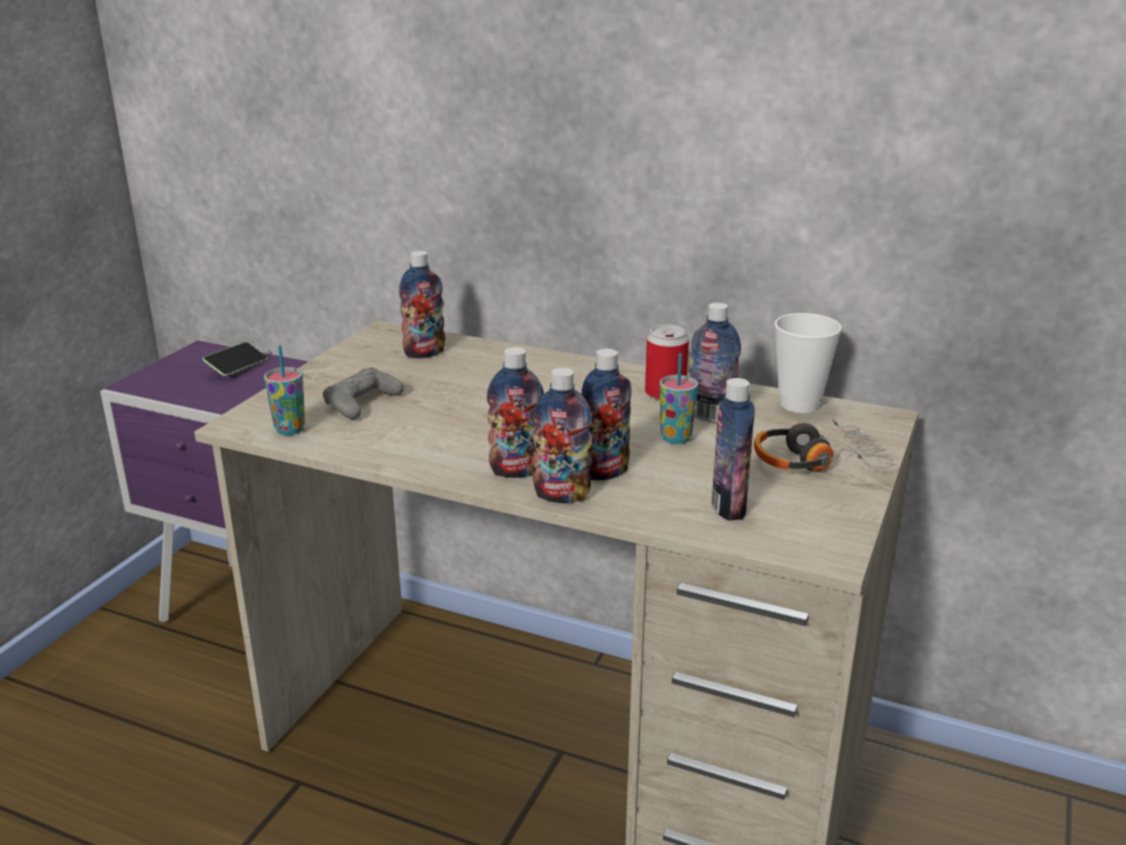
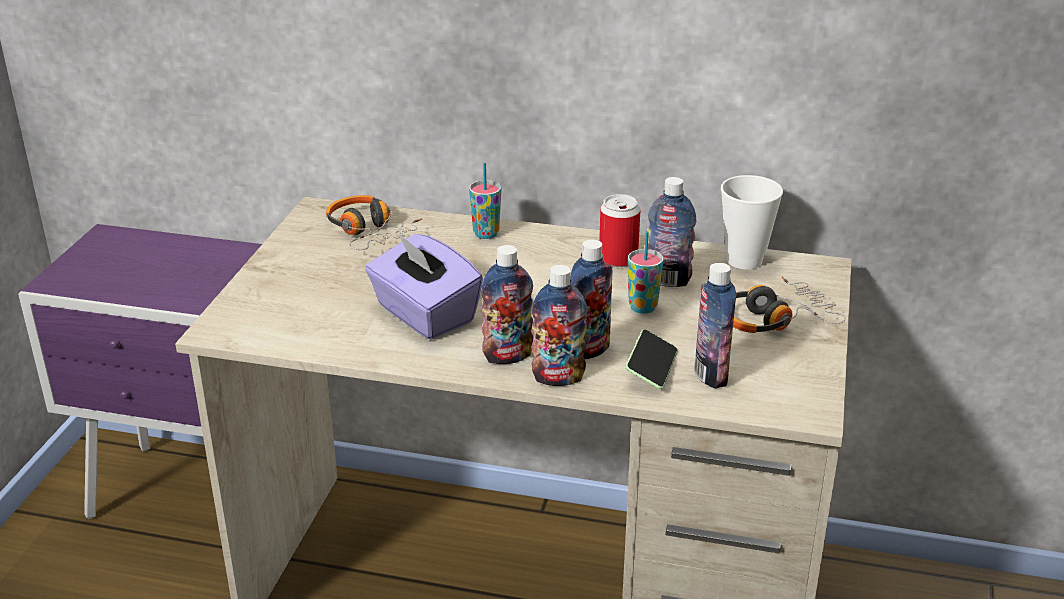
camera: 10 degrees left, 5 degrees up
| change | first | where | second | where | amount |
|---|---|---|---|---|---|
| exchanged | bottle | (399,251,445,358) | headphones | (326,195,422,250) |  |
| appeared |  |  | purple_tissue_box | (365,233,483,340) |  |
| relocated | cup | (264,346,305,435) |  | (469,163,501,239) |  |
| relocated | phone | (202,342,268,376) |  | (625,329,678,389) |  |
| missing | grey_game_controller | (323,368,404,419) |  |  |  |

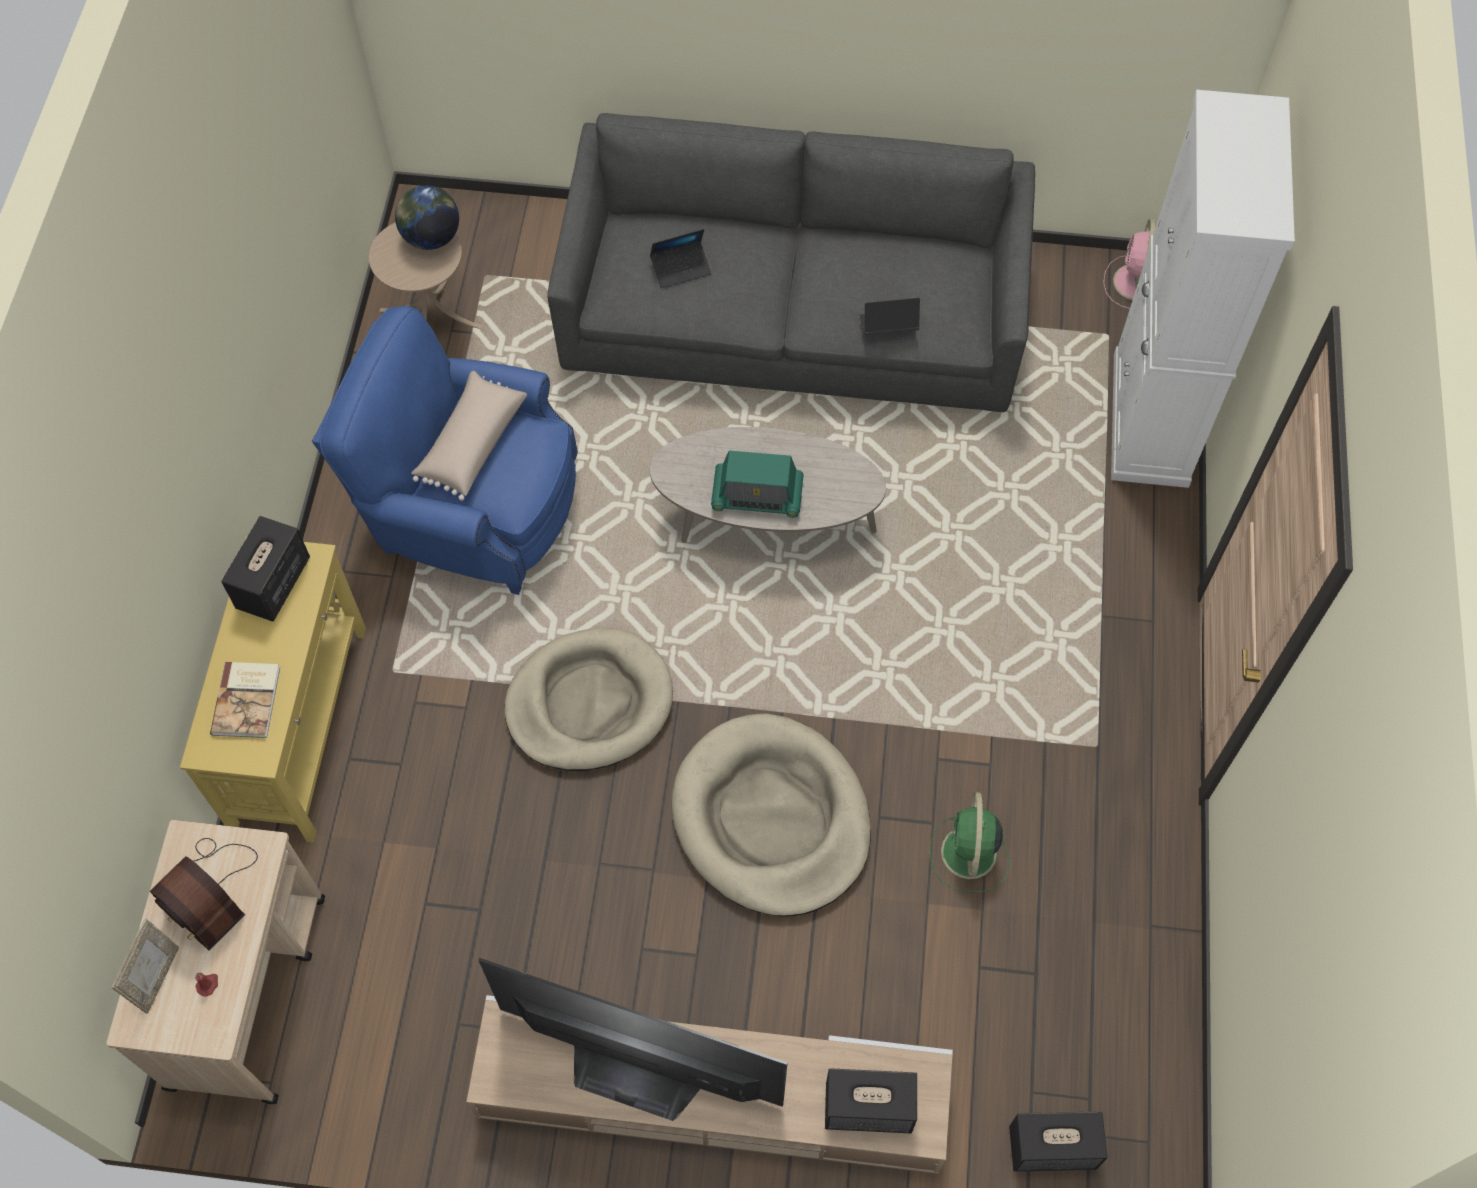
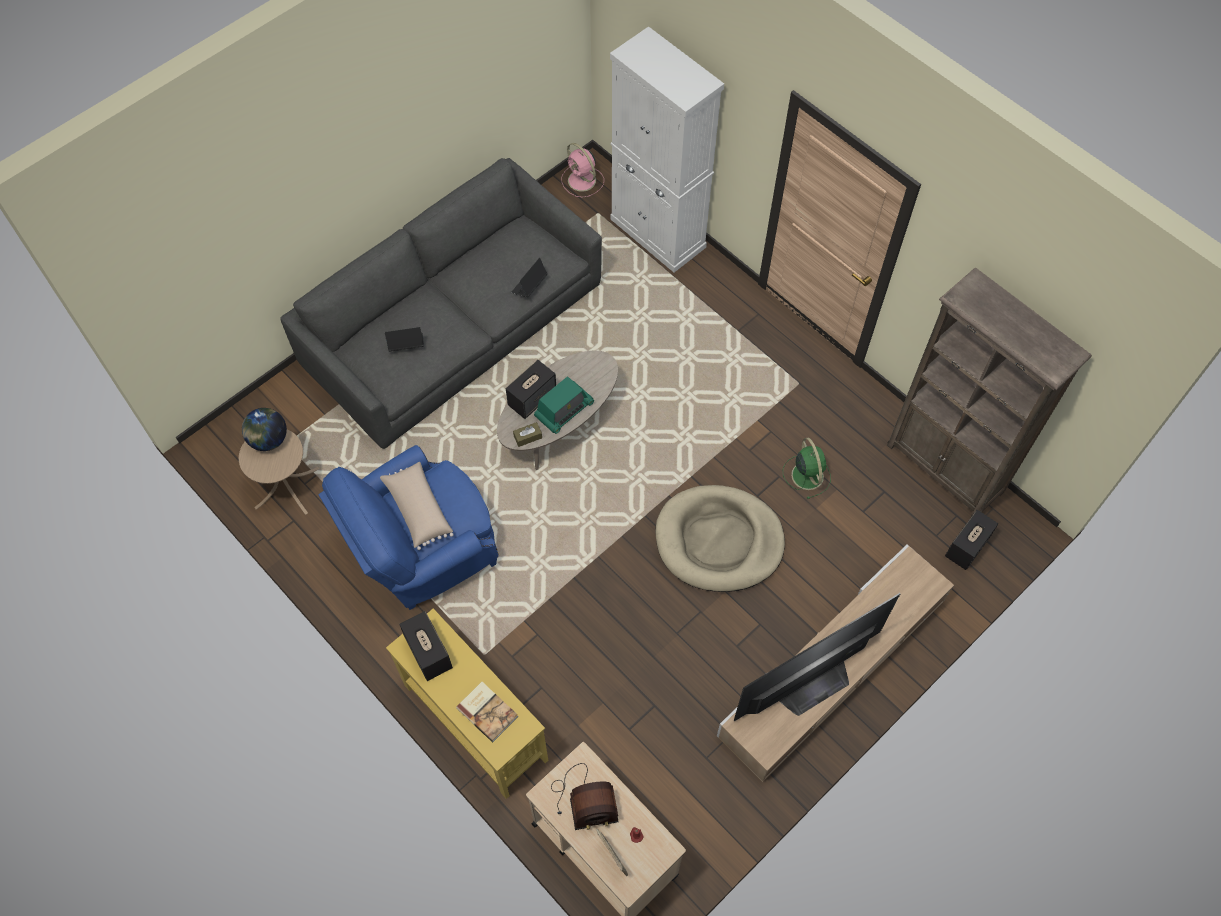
camera: 50 degrees left, 0 degrees up
| change | first | where | second | where | amount |
|---|---|---|---|---|---|
| spun | laptop | (650,229,712,288) |  | (385,327,424,352) | 120 degrees counterclockwise |
| relocated | speaker | (825,1068,917,1133) |  | (506,360,556,419) |  |
| appeared |  |  | brown_tissue_box | (513,422,542,447) |  |
| spun | green_fan | (930,792,1009,892) |  | (783,438,831,499) | 150 degrees counterclockwise |
| appeared |  |  | brown_bookcase | (887,268,1092,517) |  |
| missing | beige_dog_bed | (505,628,673,771) |  |  |  |

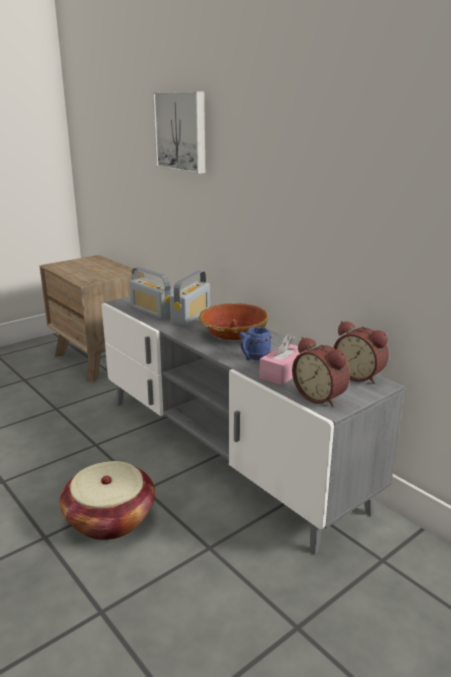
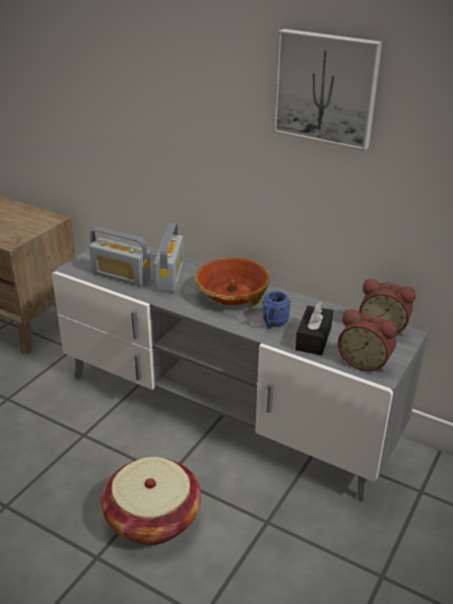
camera: 20 degrees left, 10 degrees up
| change | first | where | second | where | amount |
|---|---|---|---|---|---|
| relocated | picture | (153,91,205,174) |  | (273,29,382,151) |  |
| colour | pink_tissue_box | (259,335,307,386) | black_tissue_box | (295,301,333,355) |  |

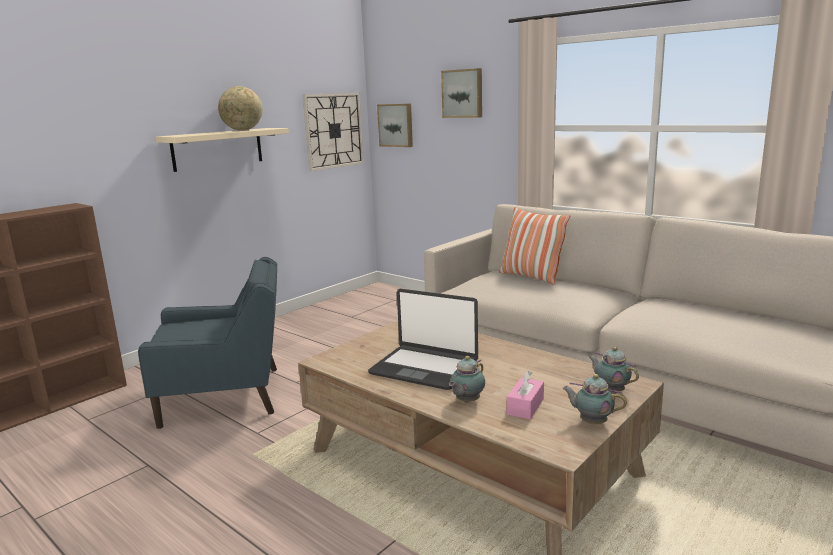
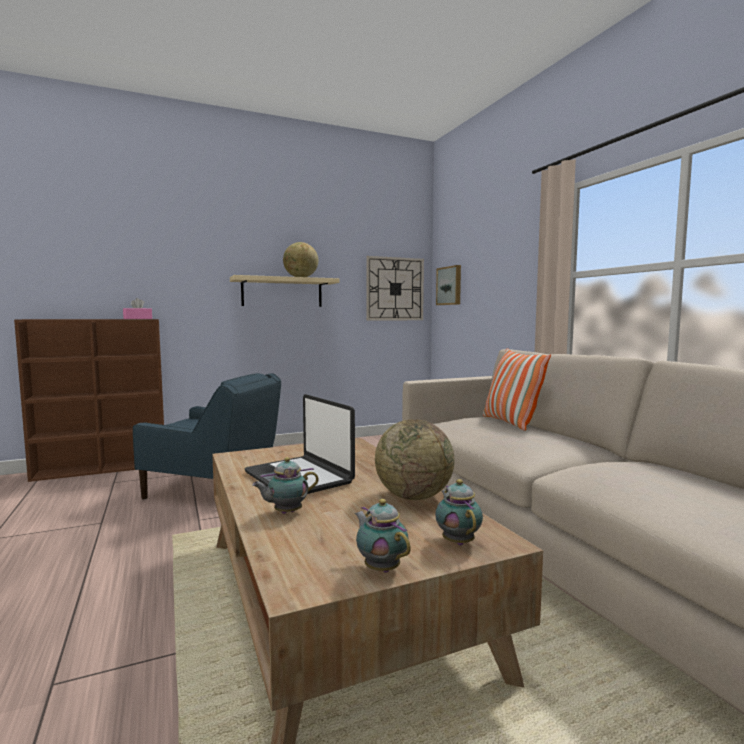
camera: 25 degrees right, 10 degrees down
| change | first | where | second | where | amount |
|---|---|---|---|---|---|
| relocated | pink_tissue_box | (507,371,544,419) |  | (123,298,152,319) |  |
| appeared |  |  | globe | (375,419,455,500) |  |
| missing | picture | (441,68,482,118) |  |  |  |

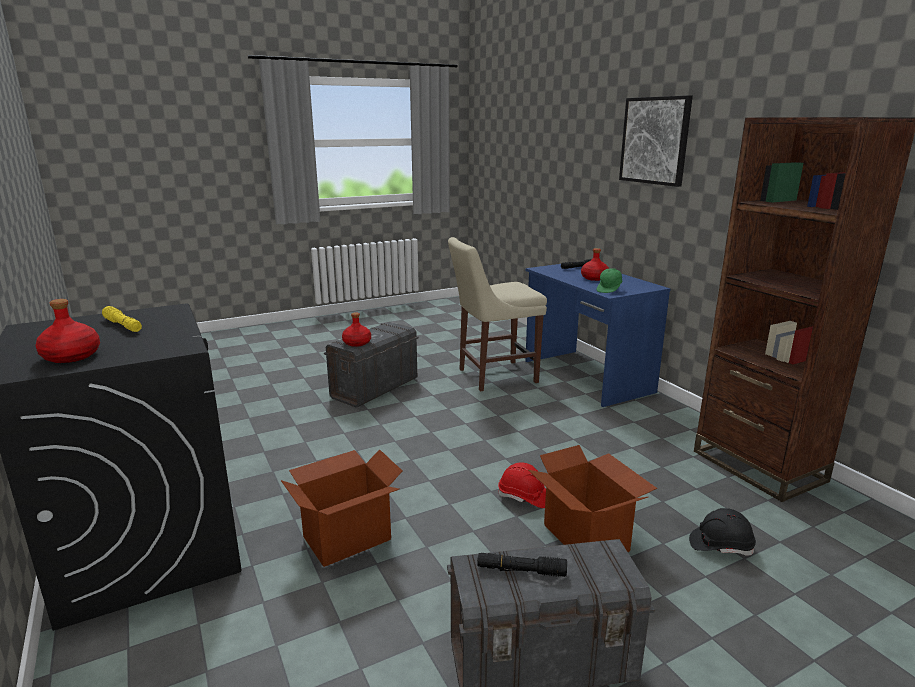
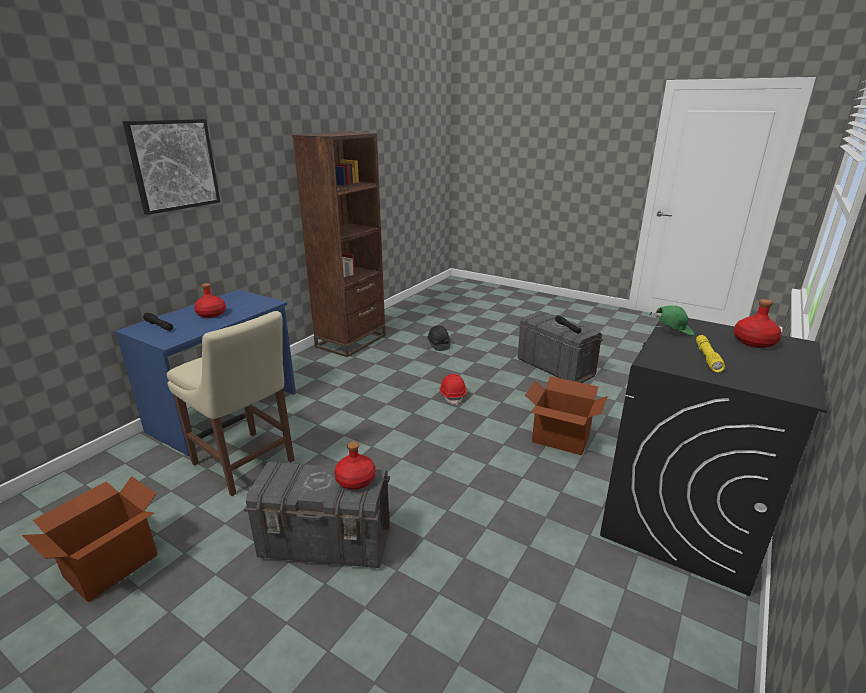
camera: 120 degrees left, 5 degrees up
| change | first | where | second | where | amount |
|---|---|---|---|---|---|
| relocated | cardboard_box | (528,445,657,552) |  | (22,476,158,602) |  |
| relocated | green_cap | (597,268,622,293) |  | (650,306,694,336) |  |

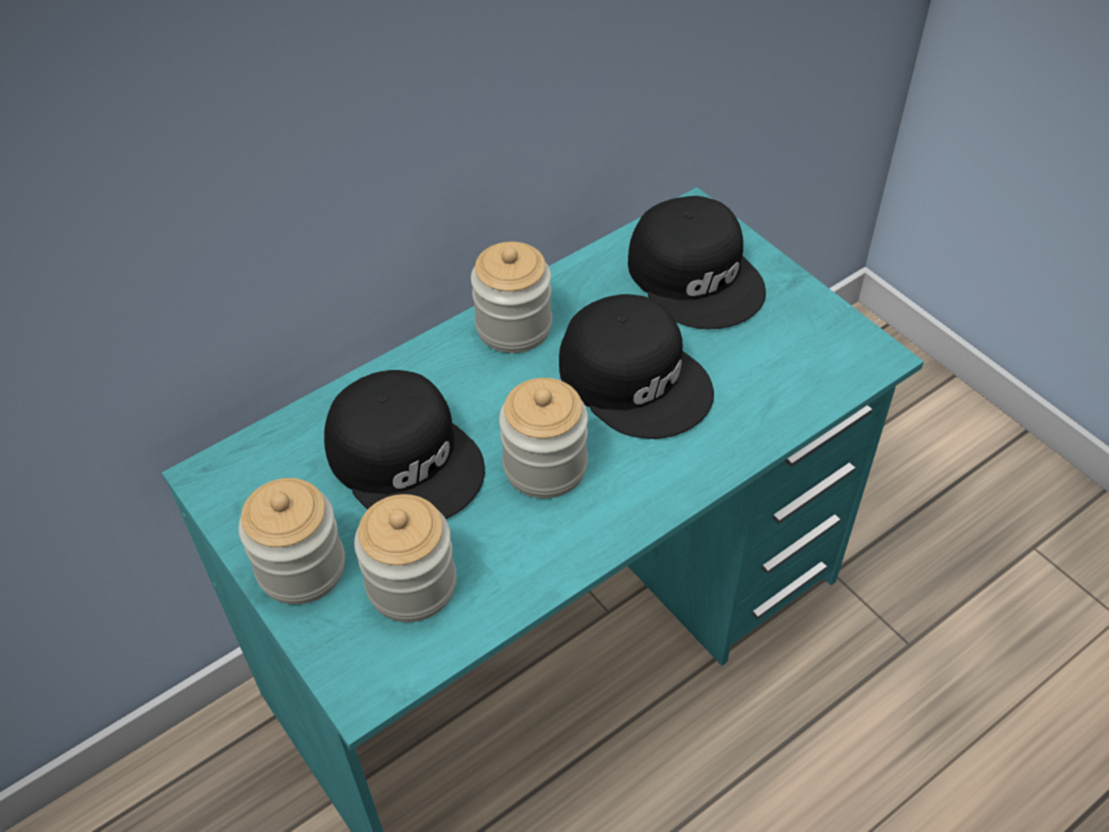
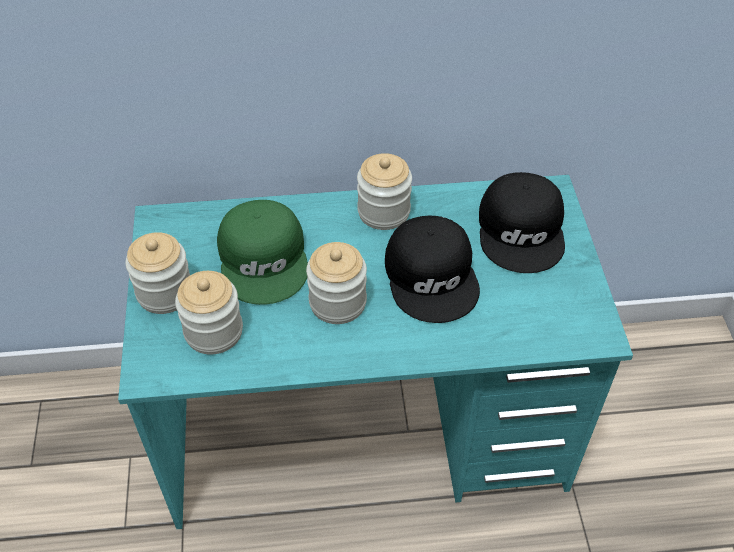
camera: 30 degrees right, 0 degrees up
| change | first | where | second | where | amount |
|---|---|---|---|---|---|
| colour | black_cap | (324,370,485,519) | green_cap | (217,200,308,305) |  |

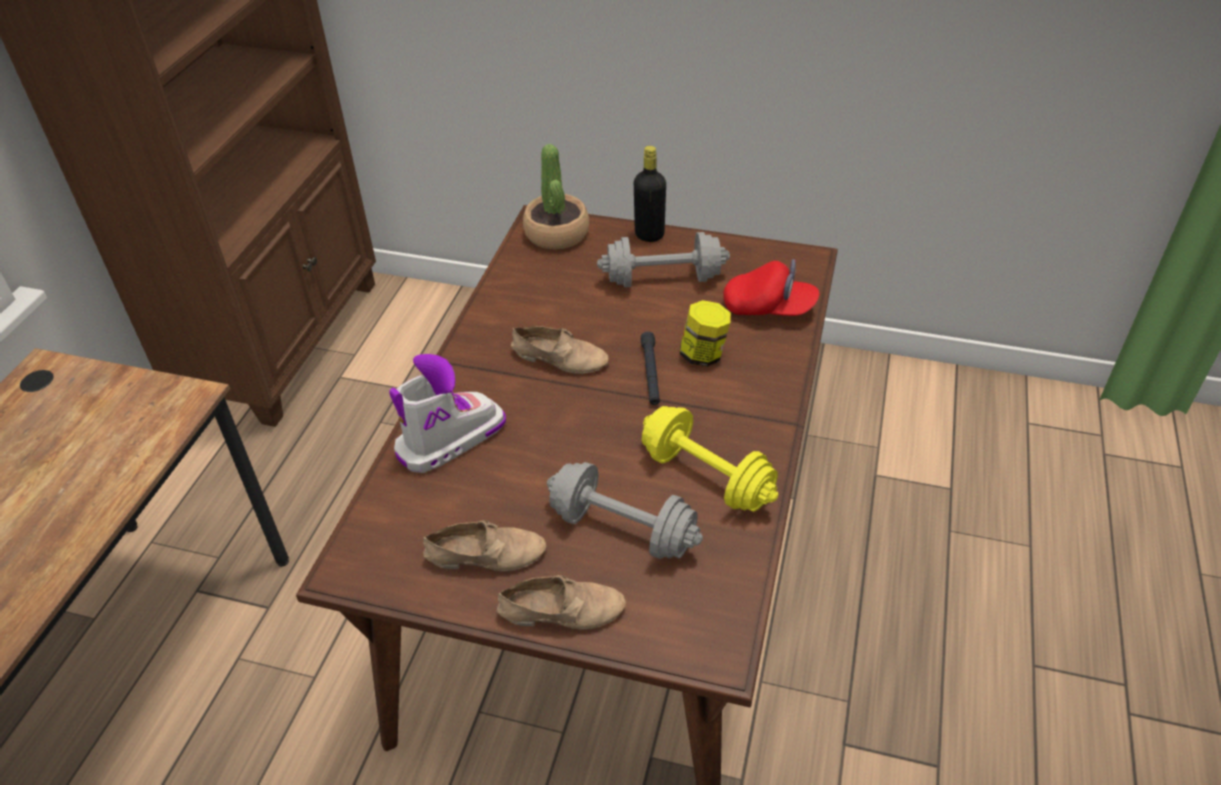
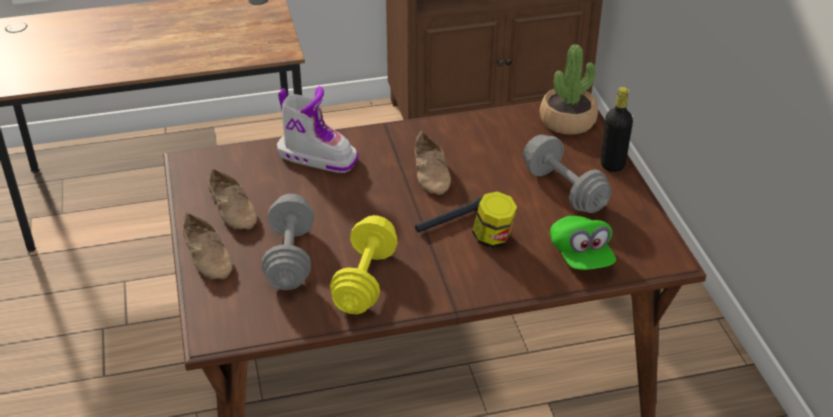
camera: 60 degrees right, 5 degrees down
| change | first | where | second | where | amount |
|---|---|---|---|---|---|
| colour | red_cap | (723,259,819,316) | green_cap | (550,216,616,270) |  |

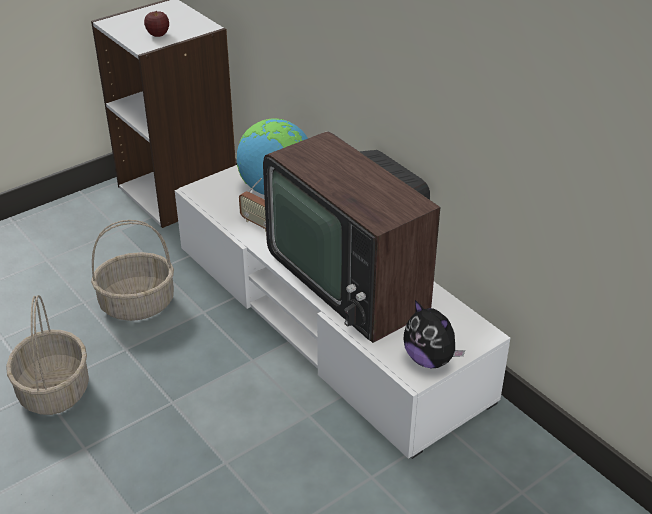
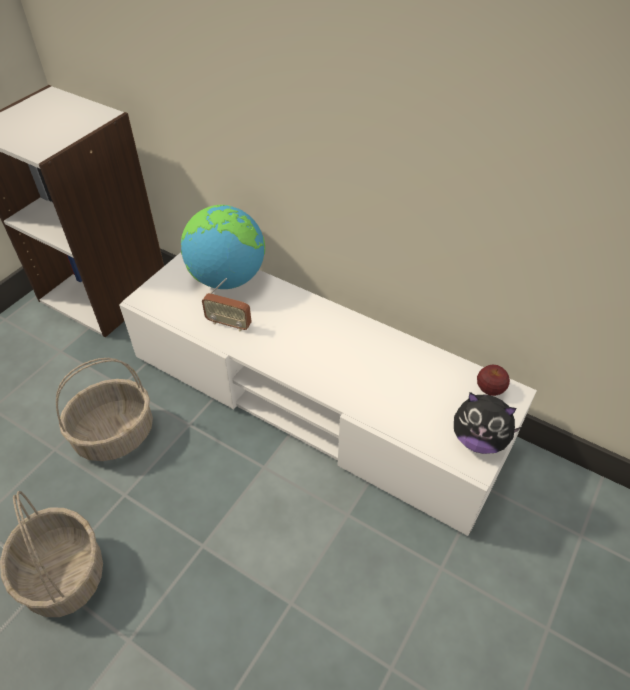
camera: 20 degrees left, 10 degrees up
| change | first | where | second | where | amount |
|---|---|---|---|---|---|
| relocated | apple | (144,11,169,37) |  | (477,365,510,396) |  |
| missing | television | (263,131,440,343) |  |  |  |

